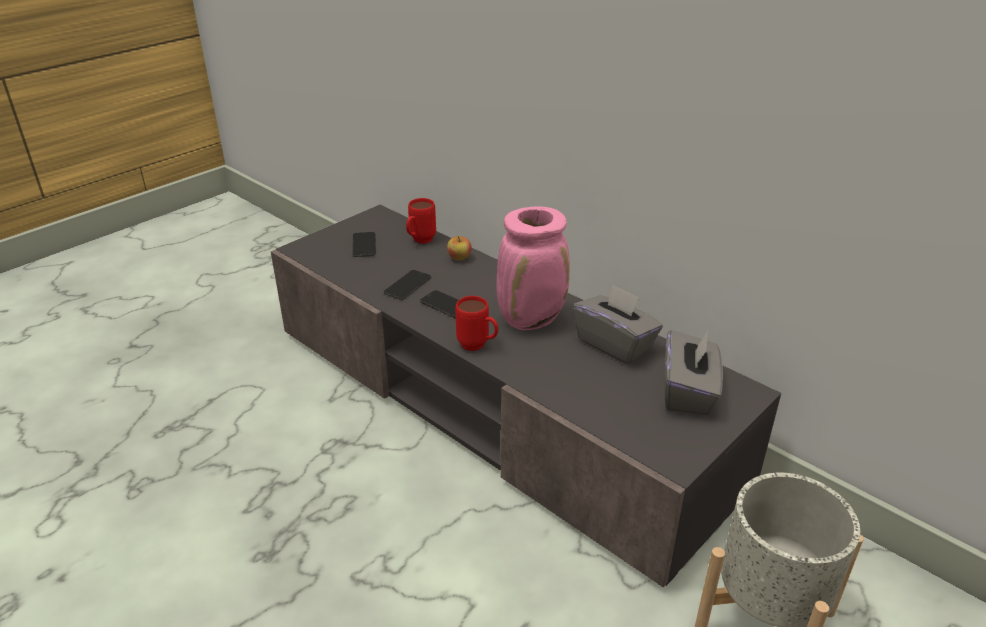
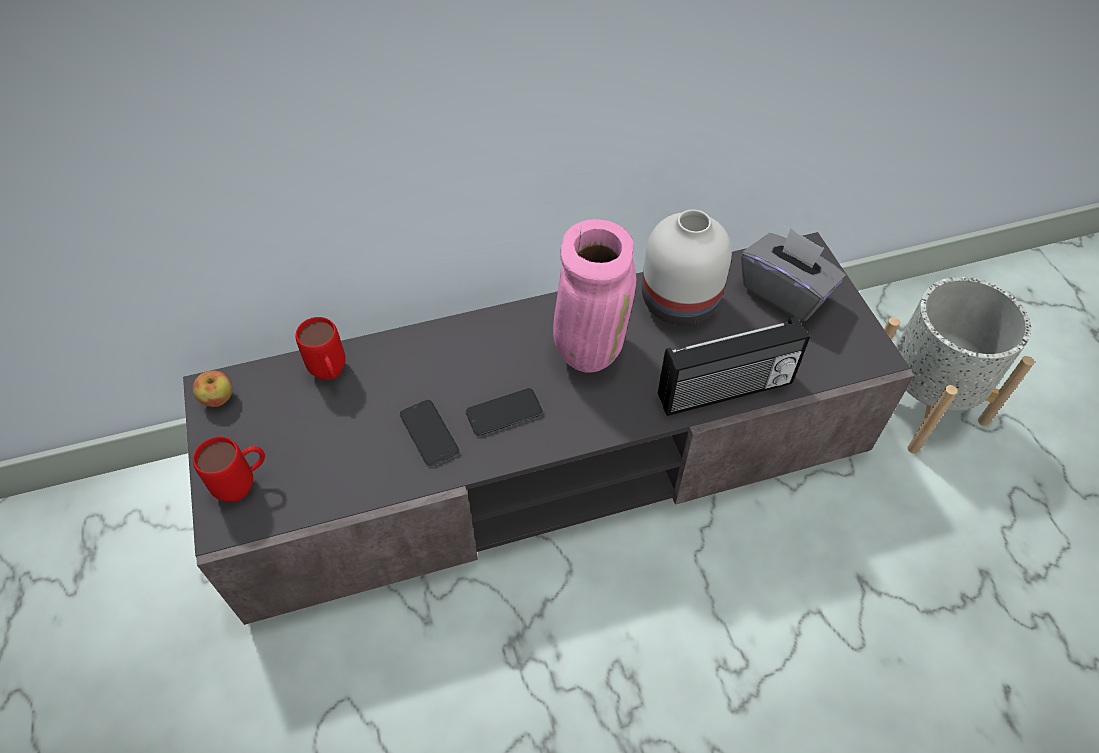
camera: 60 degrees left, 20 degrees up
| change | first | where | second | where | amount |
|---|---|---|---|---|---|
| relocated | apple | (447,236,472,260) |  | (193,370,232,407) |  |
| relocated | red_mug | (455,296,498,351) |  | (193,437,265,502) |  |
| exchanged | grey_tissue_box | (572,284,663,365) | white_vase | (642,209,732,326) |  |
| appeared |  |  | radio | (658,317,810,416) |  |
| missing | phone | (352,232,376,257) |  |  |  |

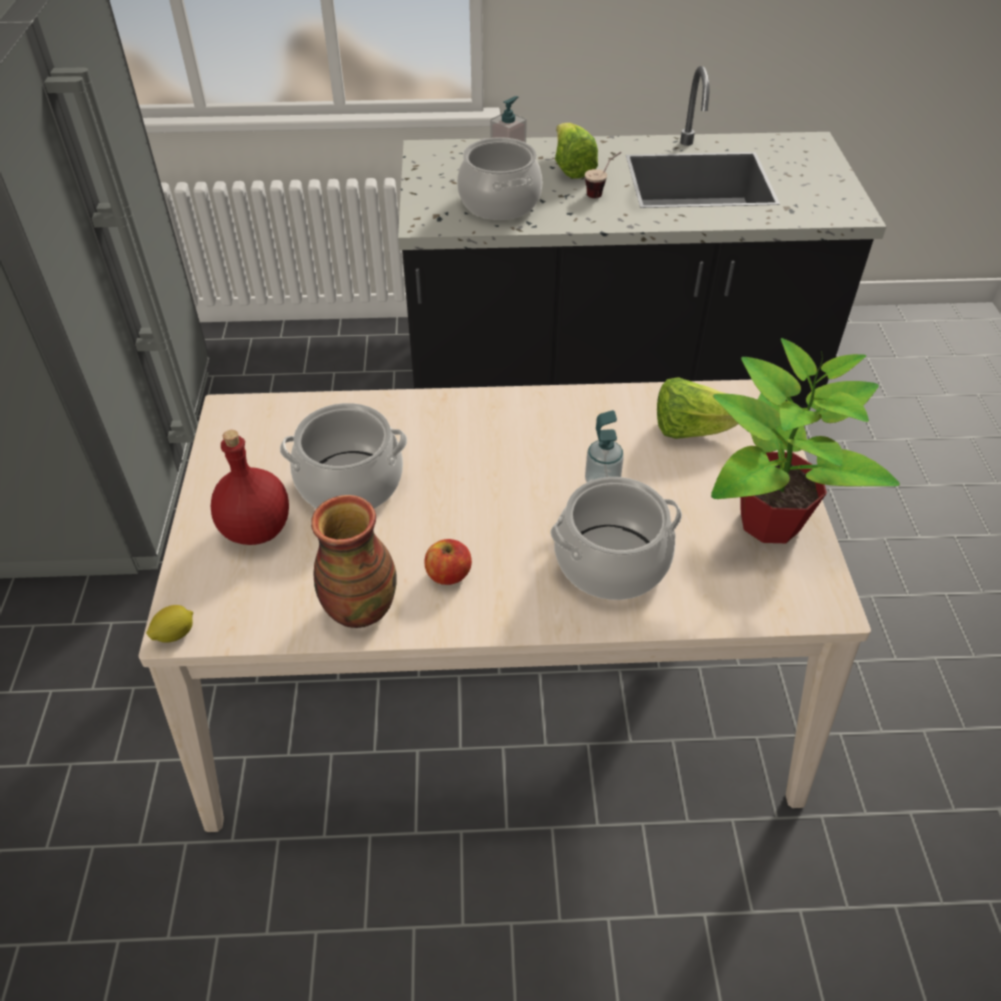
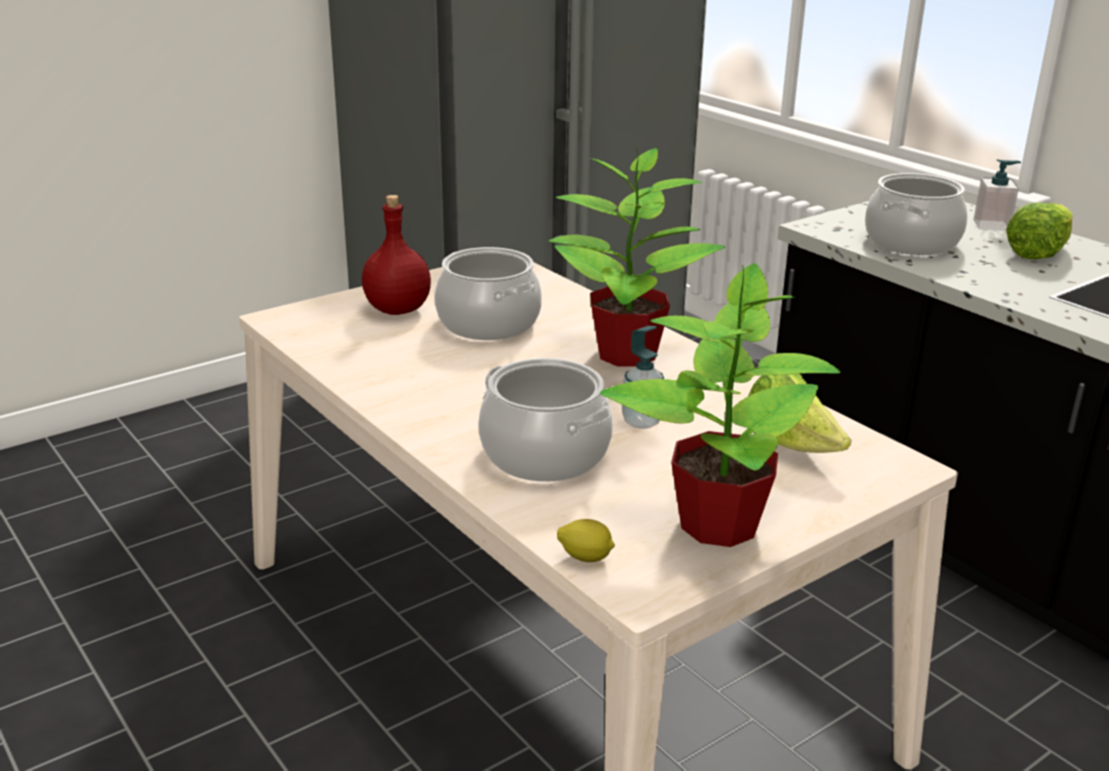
camera: 55 degrees right, 20 degrees down
| change | first | where | second | where | amount |
|---|---|---|---|---|---|
| appeared |  |  | potted_plant | (548,146,725,367) |  |
| relocated | lemon | (146,605,193,643) |  | (557,519,615,562) |  |
| missing | vase | (311,495,397,628) |  |  |  |
| missing | apple | (424,539,472,585) |  |  |  |
| missing | cup | (585,152,621,198) |  |  |  |

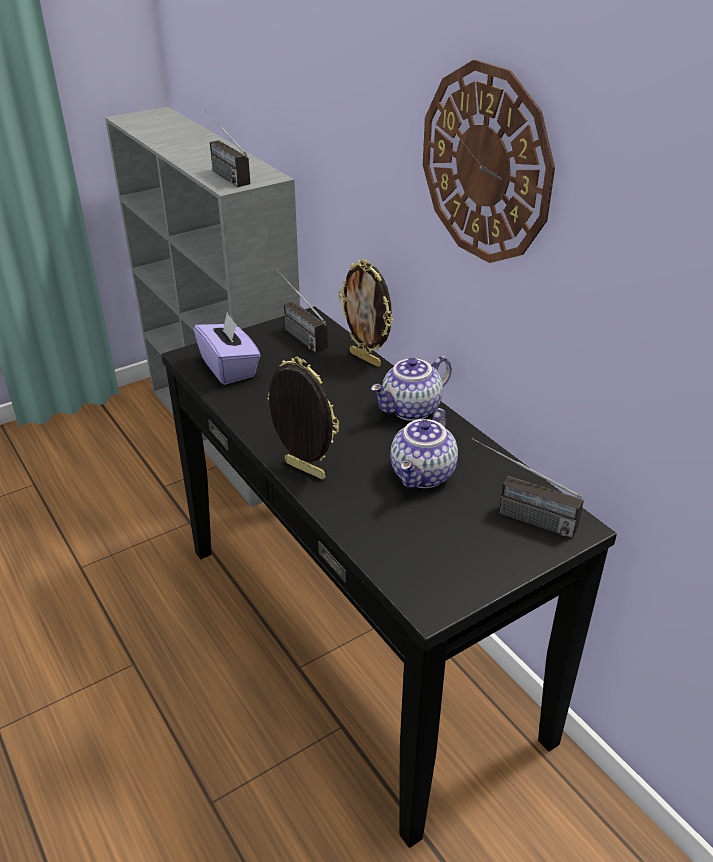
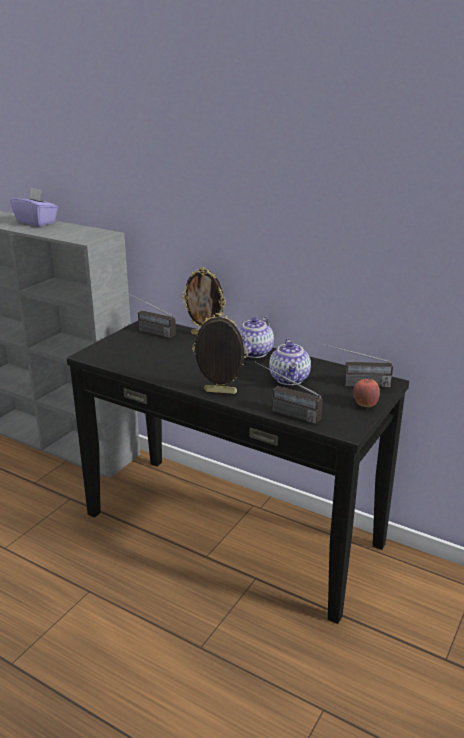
camera: 25 degrees left, 10 degrees down
| change | first | where | second | where | amount |
|---|---|---|---|---|---|
| relocated | purple_tissue_box | (194,312,261,385) |  | (10,188,58,227) |  |
| relocated | radio | (205,109,250,187) |  | (255,361,323,424) |  |
| appeared |  |  | apple | (353,379,380,407) |  |
| missing | wall_clock | (423,60,555,263) |  |  |  |

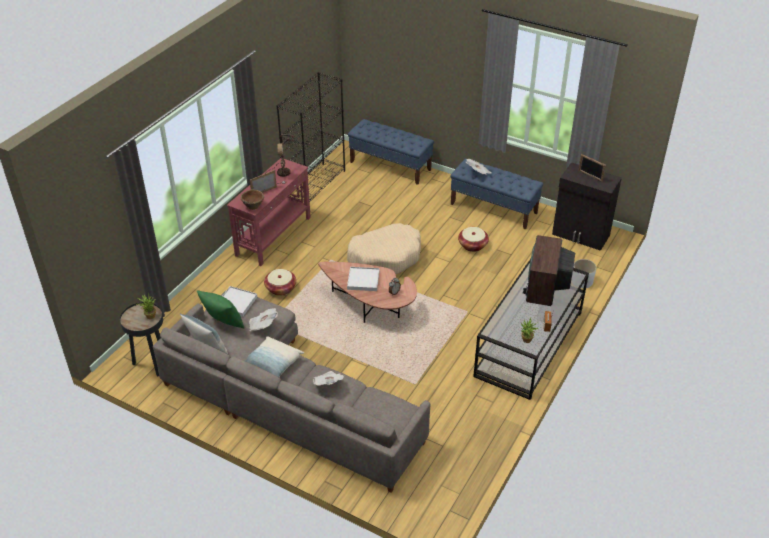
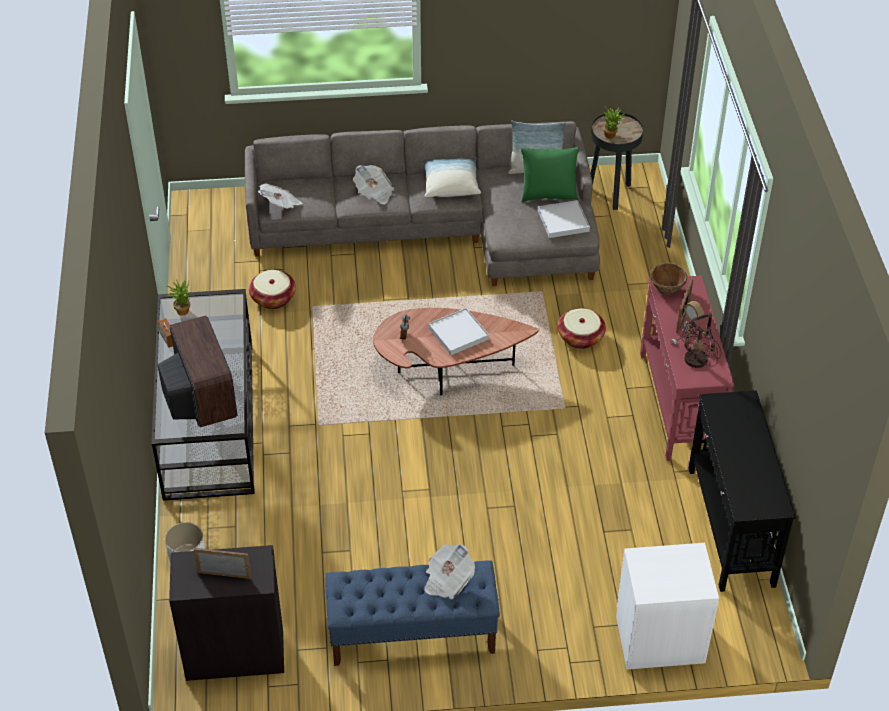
camera: 145 degrees right, 5 degrees up
| change | first | where | second | where | amount |
|---|---|---|---|---|---|
| relocated | basket | (458,227,489,252) |  | (249,270,296,309) |  |
| relocated | newspaper | (249,308,278,331) |  | (258,184,302,209) |  |
| exchanged | blue_bench | (348,119,434,185) | white_nightstand | (616,543,719,670) |  |
| exchanged | black_bookcase | (276,72,345,203) | black_console_table | (689,390,796,592) |  |
| missing | beige_dog_bed | (347,223,421,274) |  |  |  |

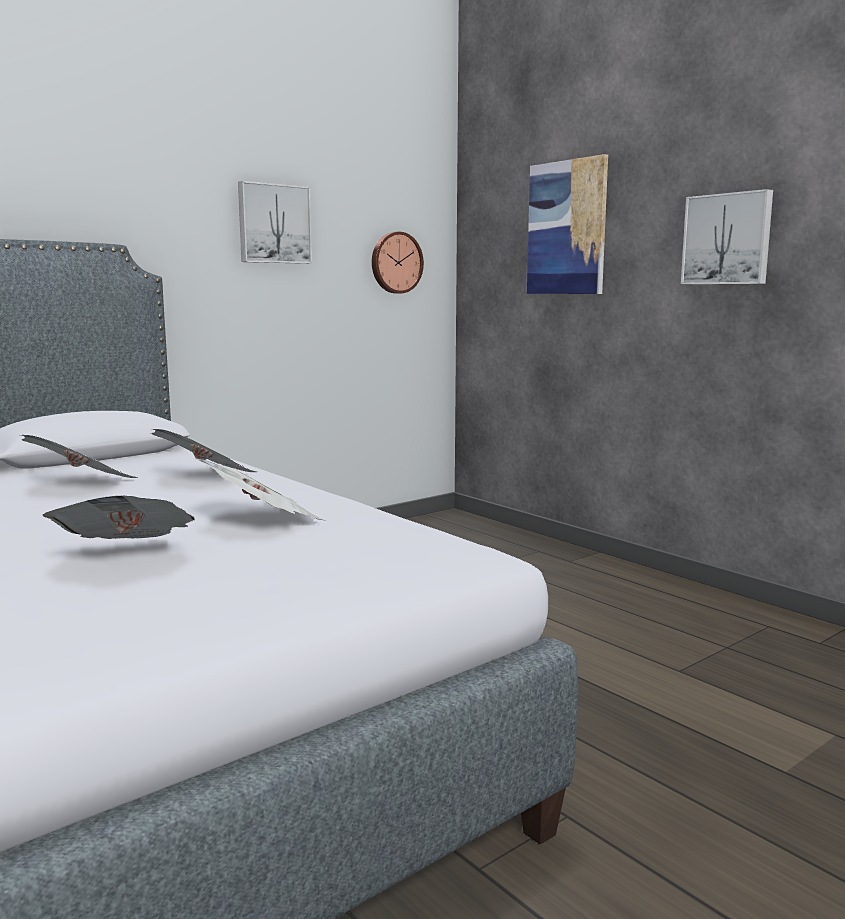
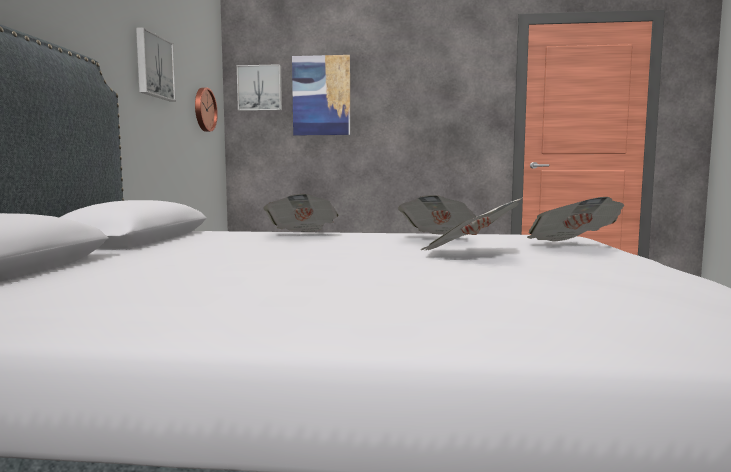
camera: 45 degrees left, 5 degrees down
| change | first | where | second | where | amount |
|---|---|---|---|---|---|
| relocated | picture | (681,189,773,284) |  | (237,64,282,111) |  |
| relocated | newspaper | (21,435,138,478) |  | (527,197,624,241) |  |

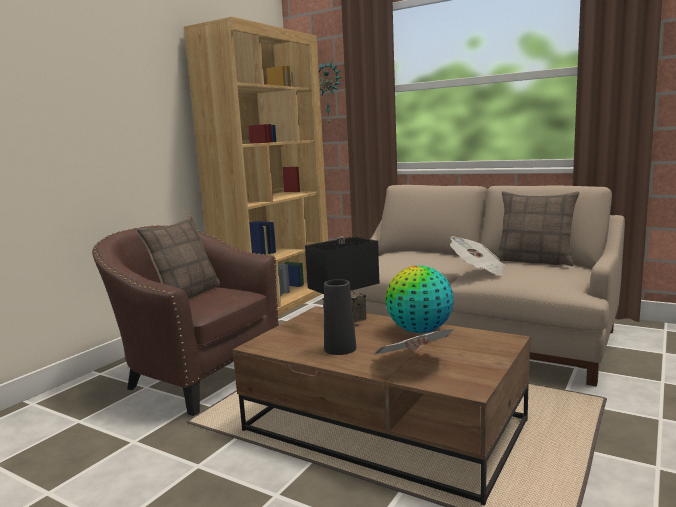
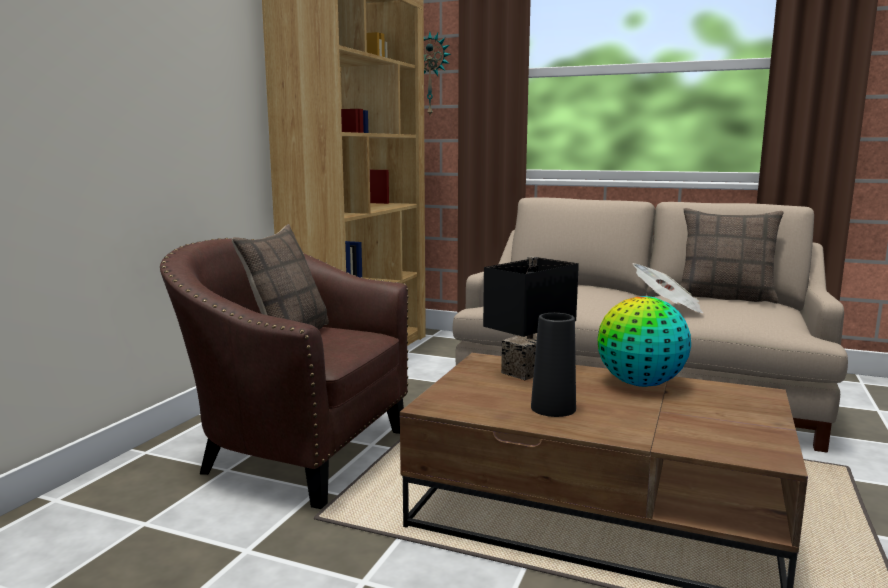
camera: 10 degrees left, 0 degrees up
| change | first | where | second | where | amount |
|---|---|---|---|---|---|
| missing | newspaper | (373,329,453,355) |  |  |  |

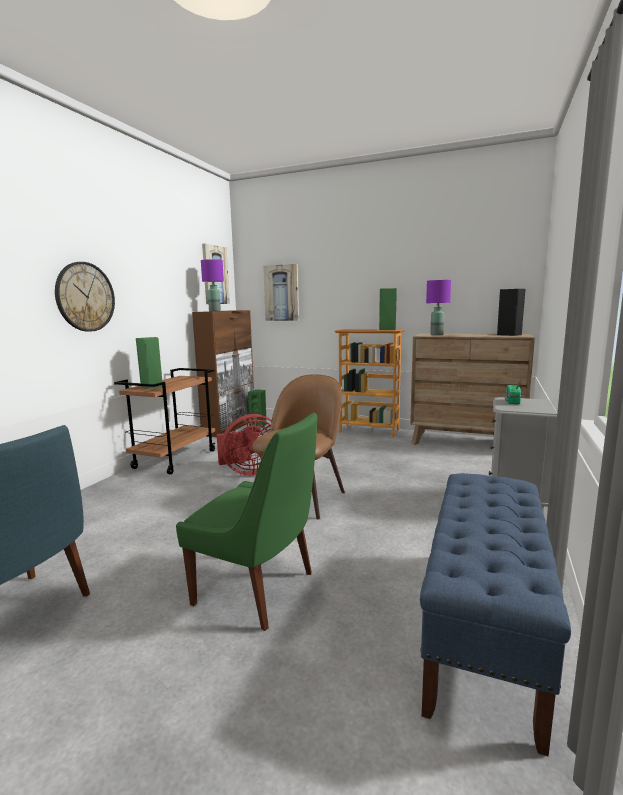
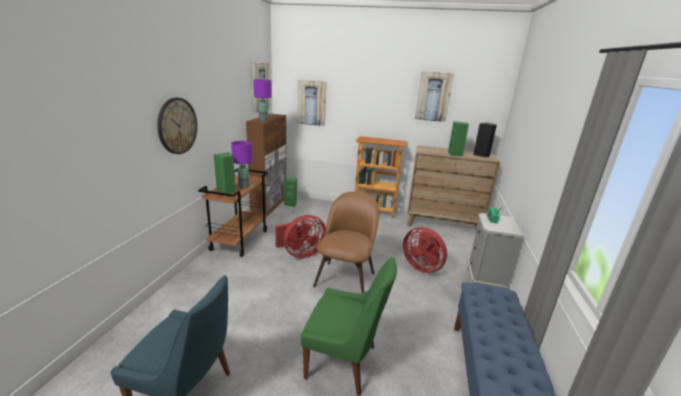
camera: 10 degrees left, 10 degrees up
| change | first | where | second | where | amount |
|---|---|---|---|---|---|
| relocated | purple_table_lamp | (426,280,451,335) |  | (231,141,253,189) |  |
| appeared |  |  | red_fan | (403,227,447,273) |  |
| appeared |  |  | picture | (415,71,454,122) |  |
| relocated | green_speaker | (379,288,397,330) |  | (448,121,469,156) |  |

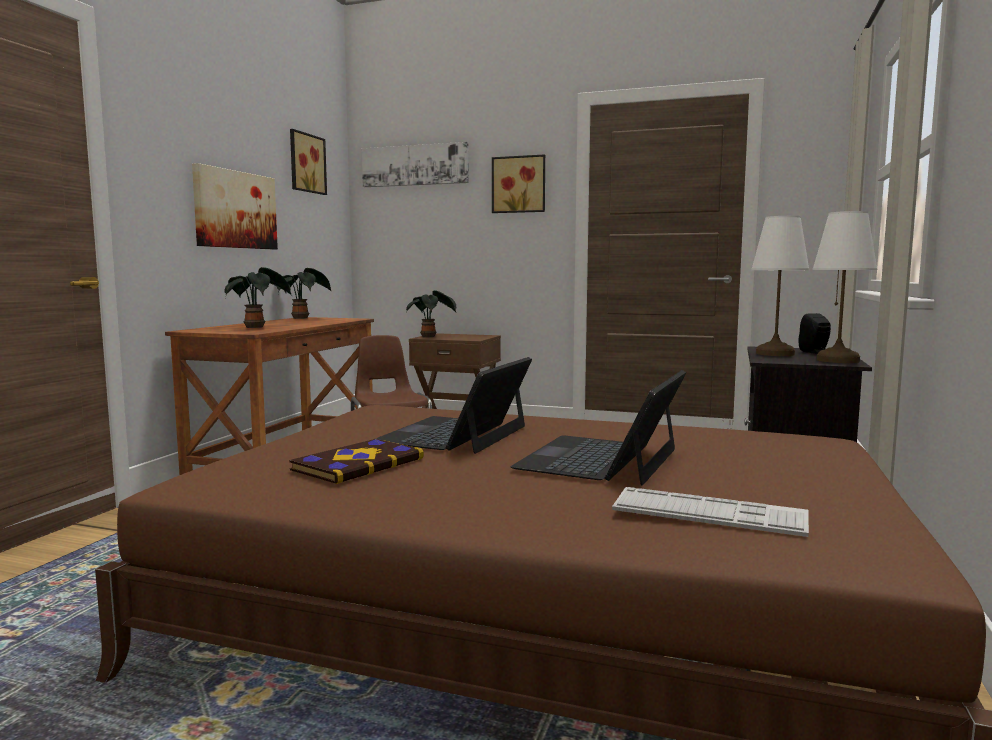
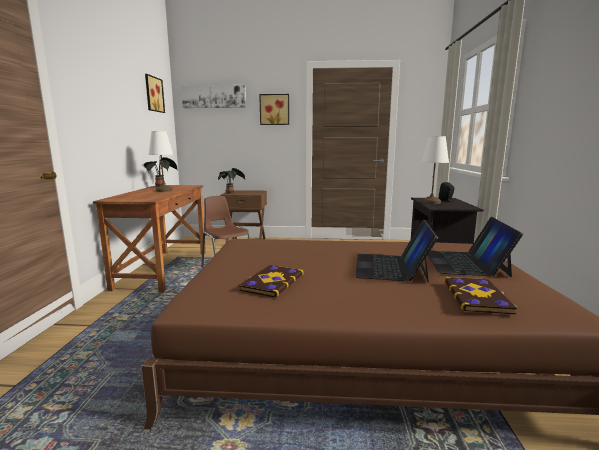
camera: 15 degrees left, 5 degrees up
| change | first | where | second | where | amount |
|---|---|---|---|---|---|
| relocated | white_table_lamp | (813,211,877,363) |  | (148,131,173,192) |  |
| relocated | laptop | (375,357,532,454) |  | (428,217,523,277) |  |
| exchanged | keyboard | (612,487,809,537) | book | (444,277,517,315) |  |
| missing | picture | (192,163,278,249) |  |  |  |
| missing | potted_plant | (225,267,292,328) |  |  |  |

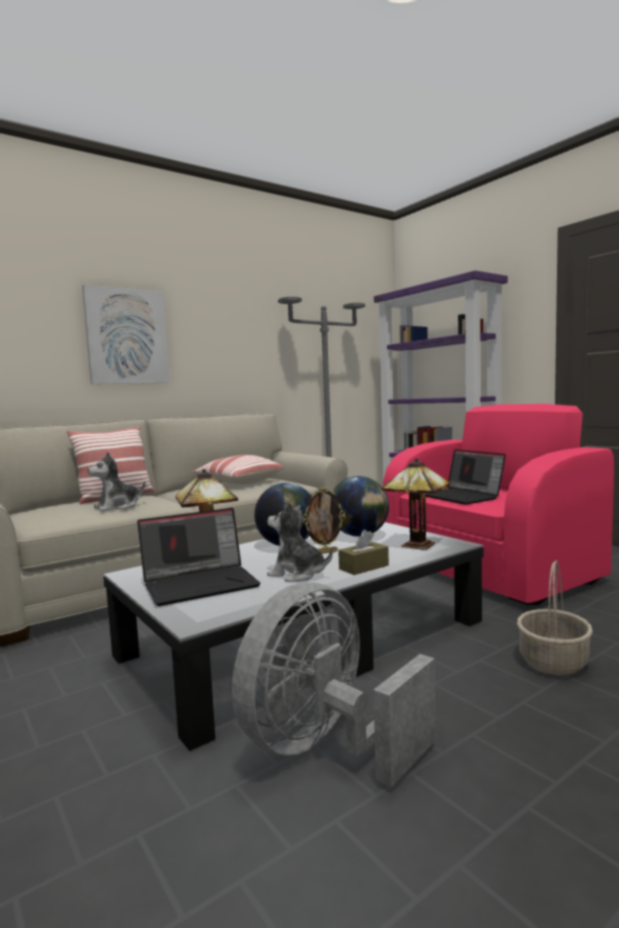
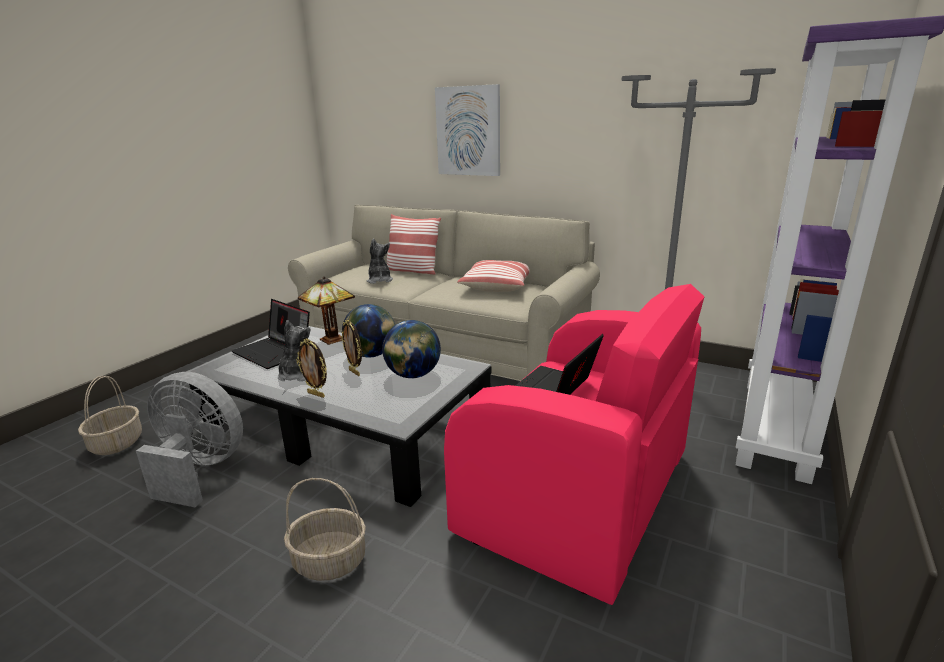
camera: 65 degrees right, 15 degrees up
| change | first | where | second | where | amount |
|---|---|---|---|---|---|
| appeared |  |  | basket | (78,376,142,455) |  |
| exchanged | brown_tissue_box | (338,530,389,575) | picture_frame | (296,338,327,398) |  |
| spun | plush_toy | (87,452,145,511) |  | (367,239,393,284) | 45 degrees clockwise |
| missing | table_lamp | (382,458,450,550) |  |  |  |

